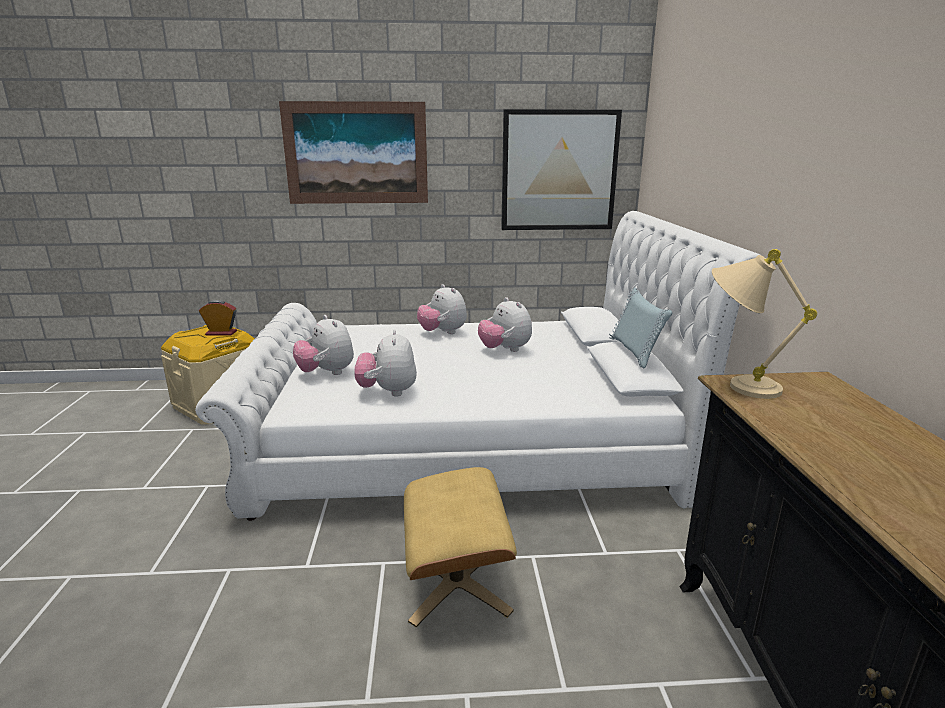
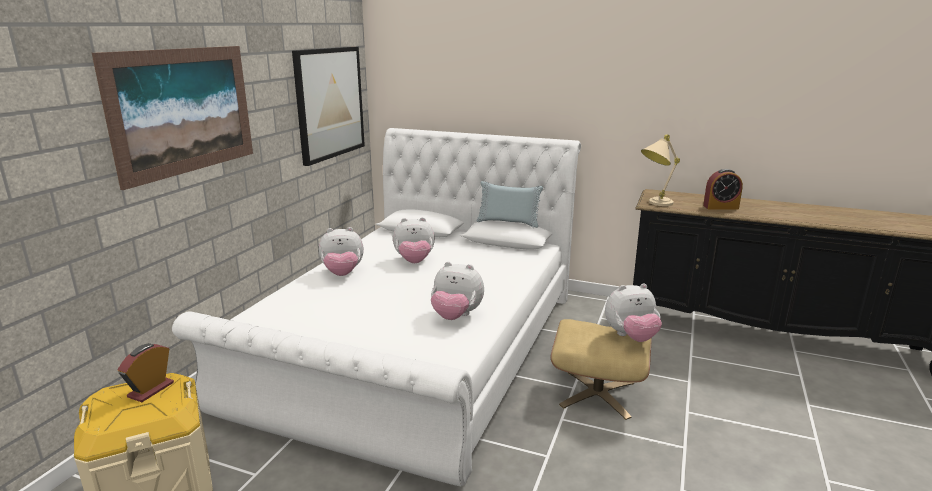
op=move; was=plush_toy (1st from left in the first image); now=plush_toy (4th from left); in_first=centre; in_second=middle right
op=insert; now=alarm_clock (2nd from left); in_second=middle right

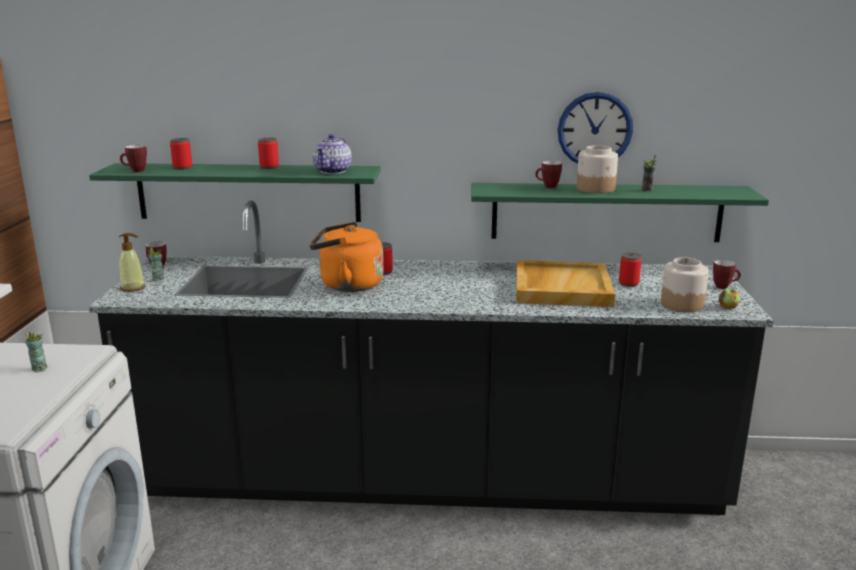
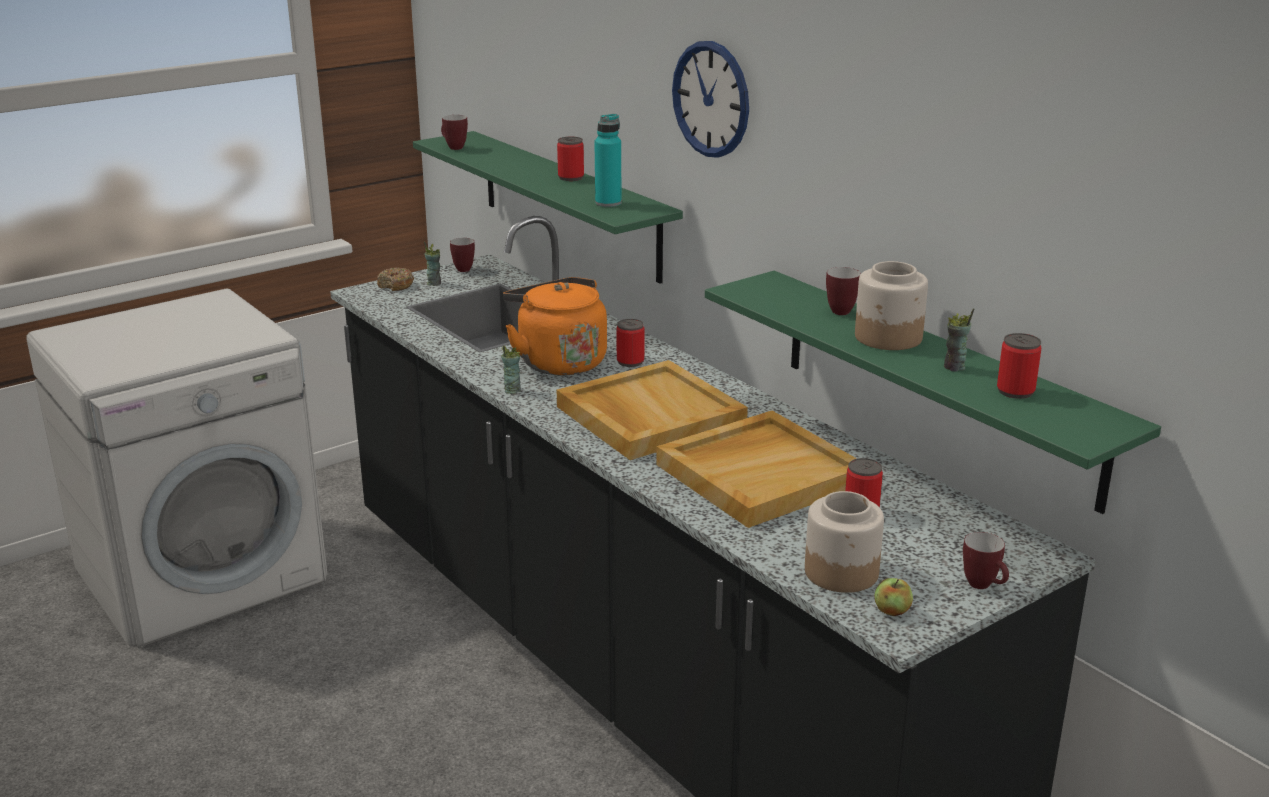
op=move; was=wall_clock; in_first=top right; in_second=top centre
op=replace; was=teapot; now=turquoise_bottle; in_first=top centre; in_second=top centre
op=move; was=can (1st from left in the first image); now=can (4th from left); in_first=top left; in_second=middle right
op=replace; was=soap_dispenser; now=donut; in_first=middle left; in_second=middle left
op=move; was=cup (1st from left in the first image); now=cup (2nd from left); in_first=middle left; in_second=centre
op=insert; now=beige_tray (1st from left); in_second=centre

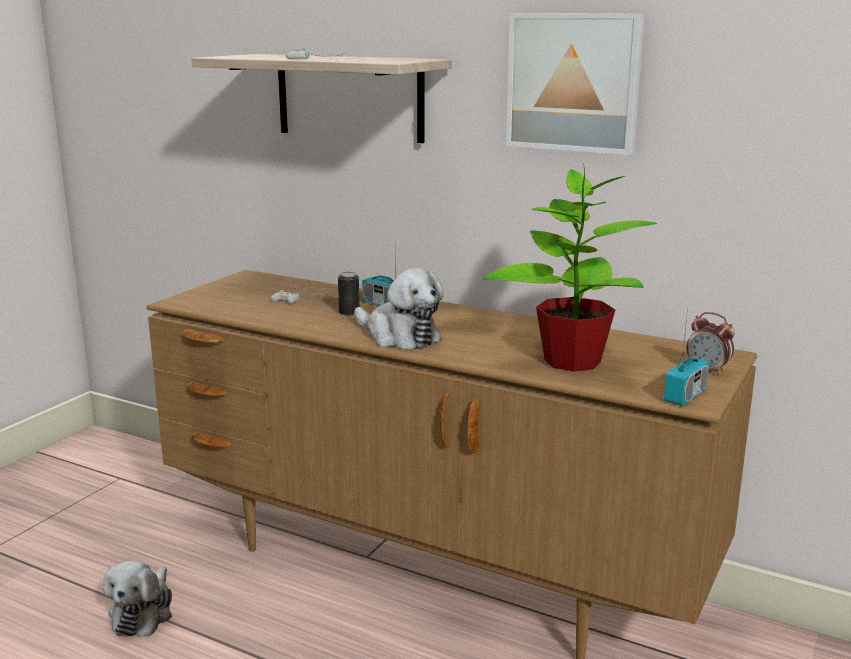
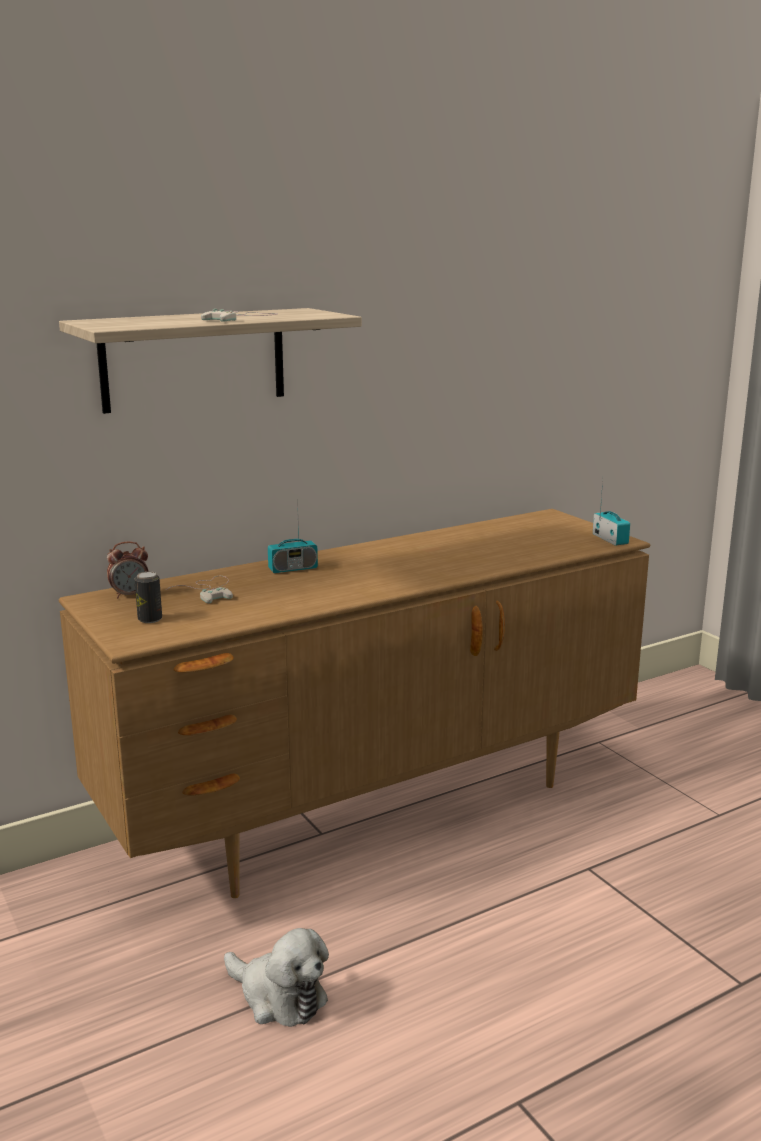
op=delete; was=picture; in_first=top right
op=delete; was=potted_plant; in_first=middle right
op=delete; was=plush_toy (2nd from left); in_first=centre
op=move; was=can; in_first=centre; in_second=middle left
op=move; was=alarm_clock; in_first=middle right; in_second=middle left

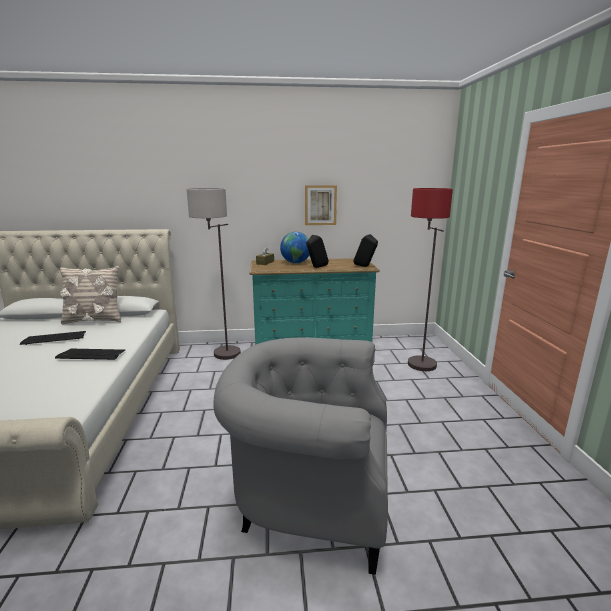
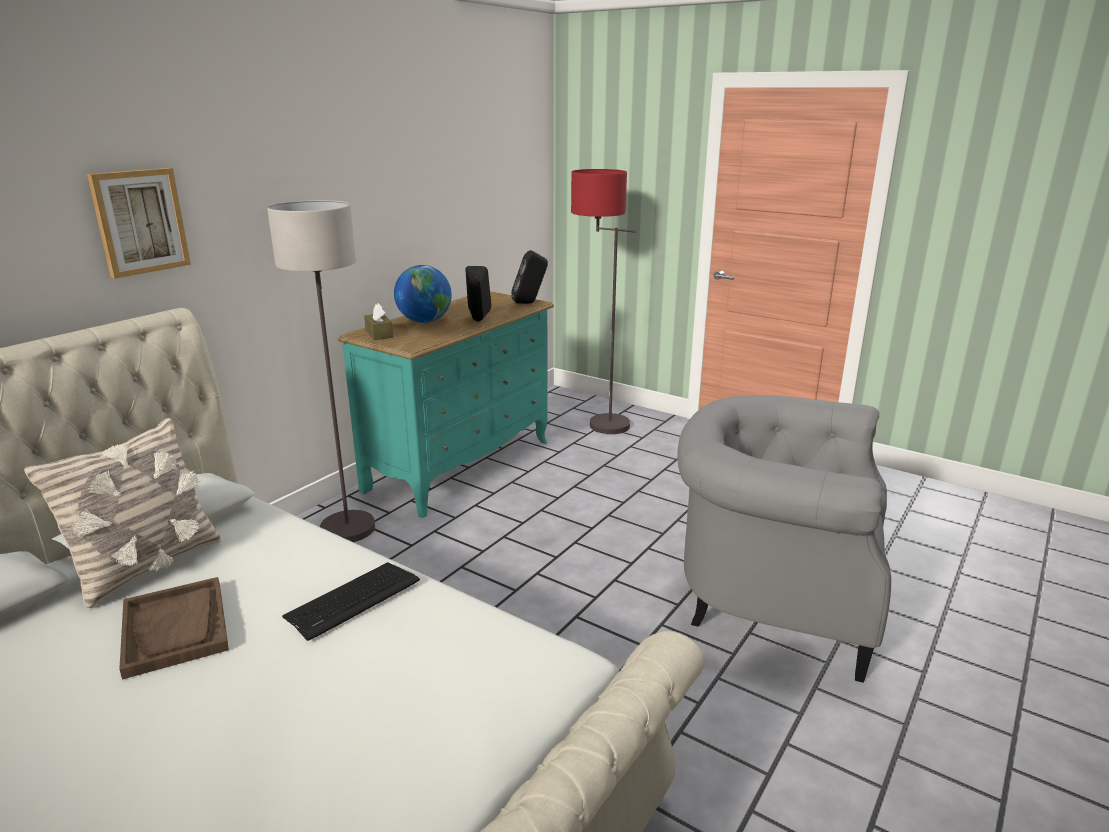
op=move; was=picture; in_first=centre; in_second=top left
op=replace; was=keyboard (1st from left); now=brown_tray; in_first=middle left; in_second=bottom left
op=rotate; was=grey_armchair; in_first=bottom centre; in_second=middle right; clockwise=60

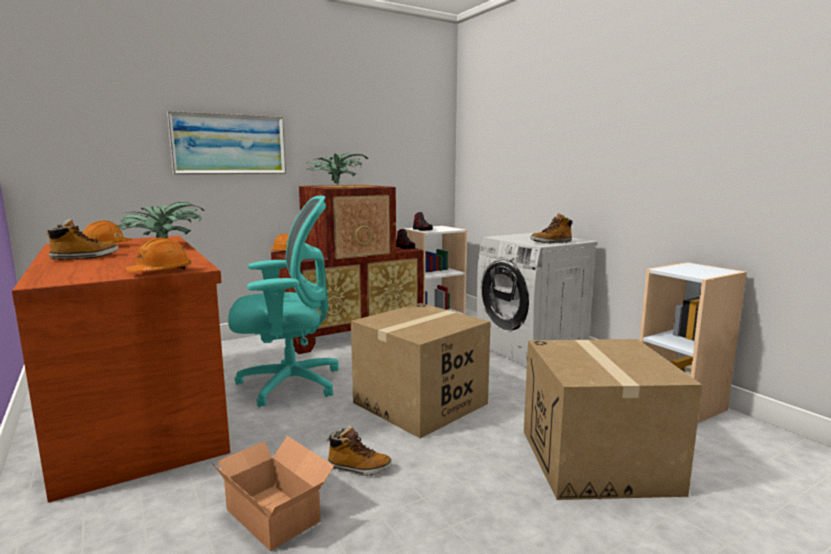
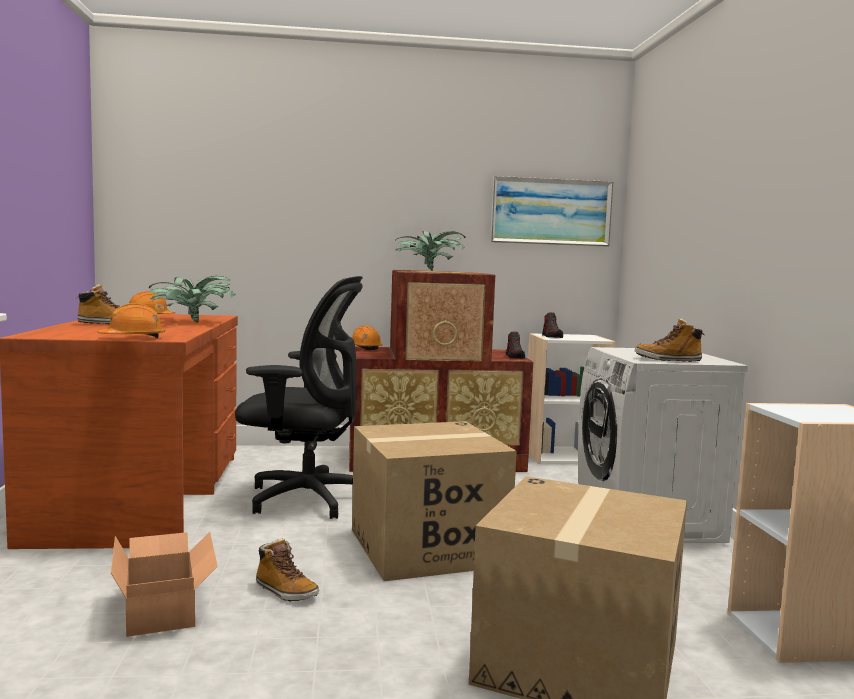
op=move; was=picture; in_first=top left; in_second=top centre
op=recolor; was=turquoise_office_chair; now=black_office_chair; in_first=centre; in_second=centre

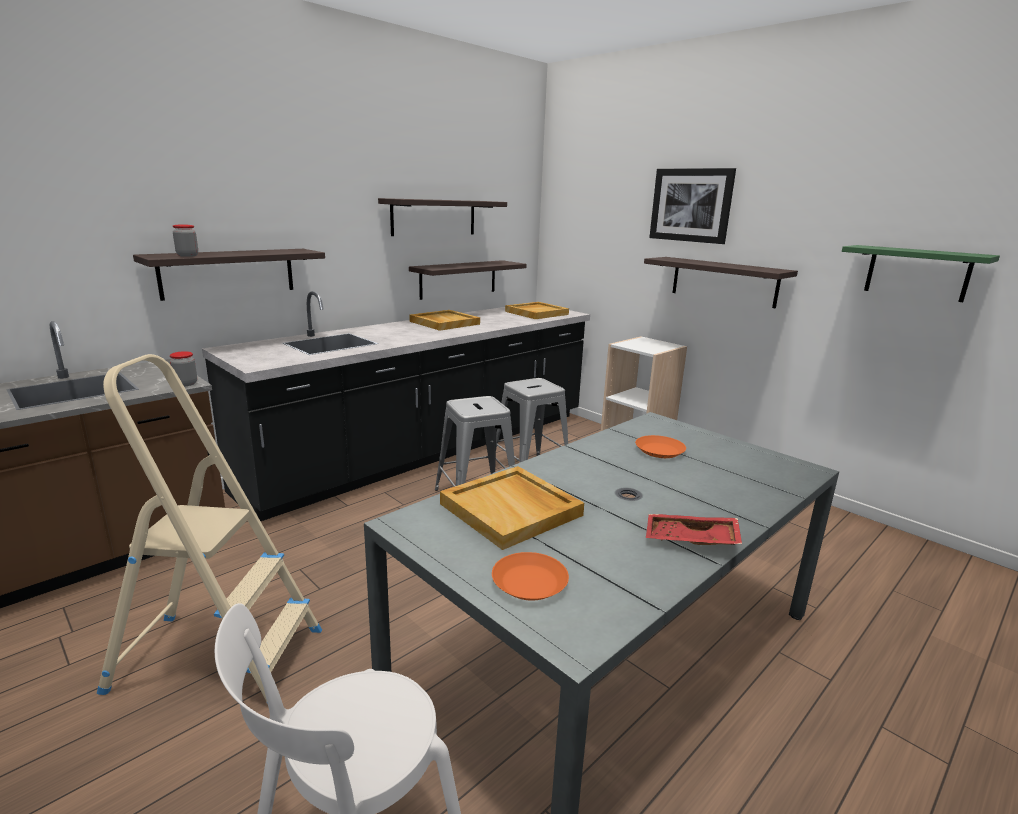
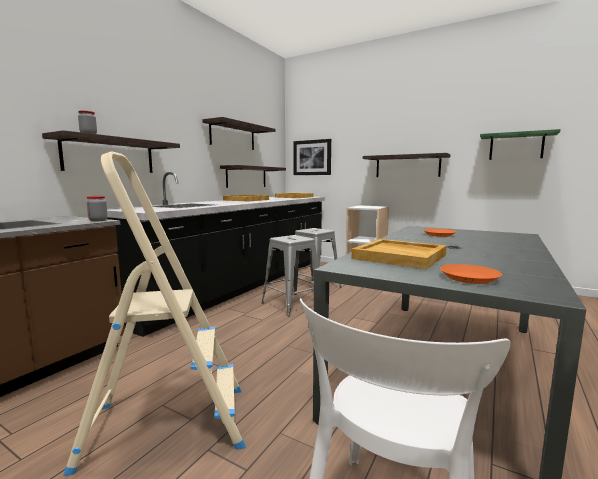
op=move; was=picture; in_first=top right; in_second=top centre
op=delete; was=red_tray; in_first=middle right

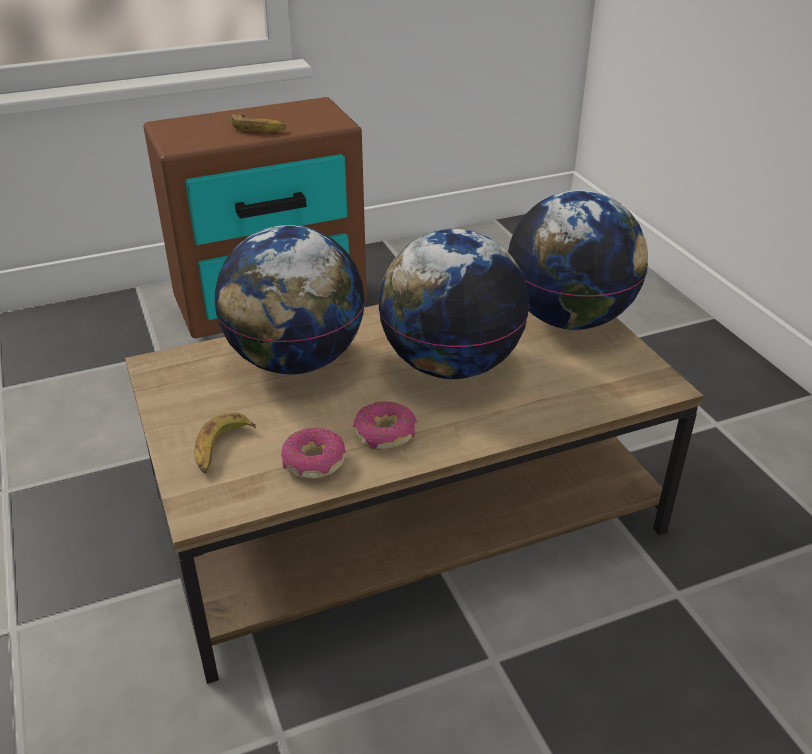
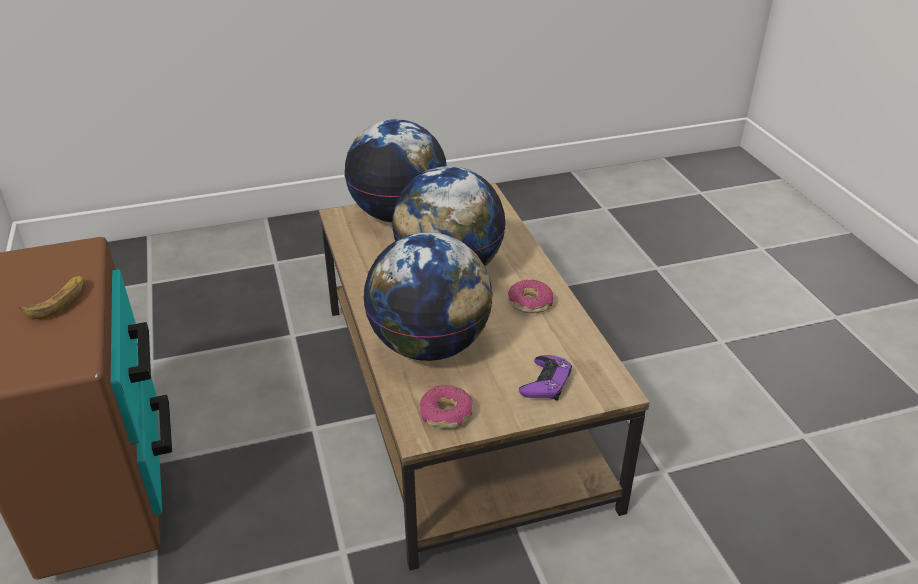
op=replace; was=banana (1st from left); now=purple_game_controller; in_first=middle left; in_second=centre
op=move; was=donut (1st from left); in_first=centre; in_second=bottom centre

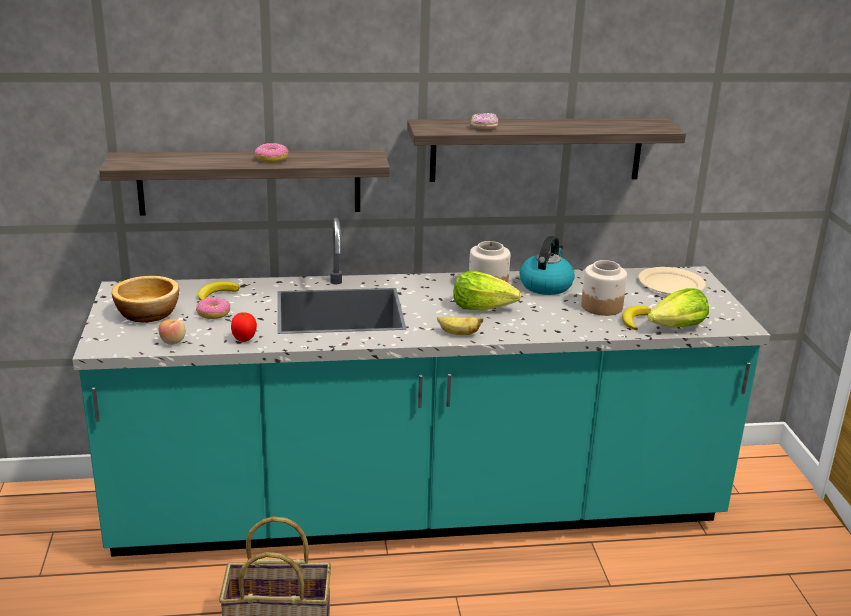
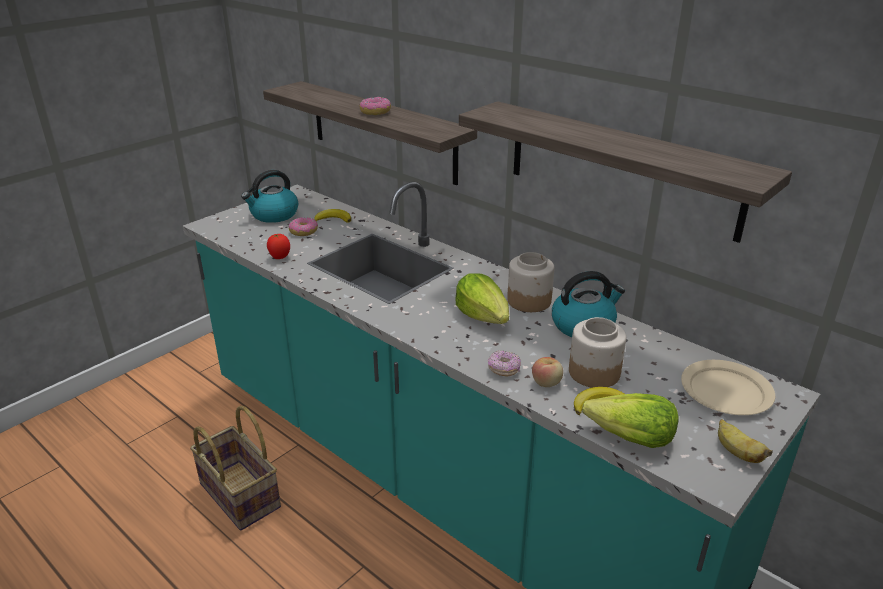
op=move; was=donut (3rd from left); in_first=top centre; in_second=centre
op=replace; was=bowl; now=kettle (1st from left); in_first=middle left; in_second=top left
op=move; was=banana (2nd from left in the first image); now=banana (3rd from left); in_first=centre; in_second=bottom right
op=move; was=apple; in_first=middle left; in_second=centre

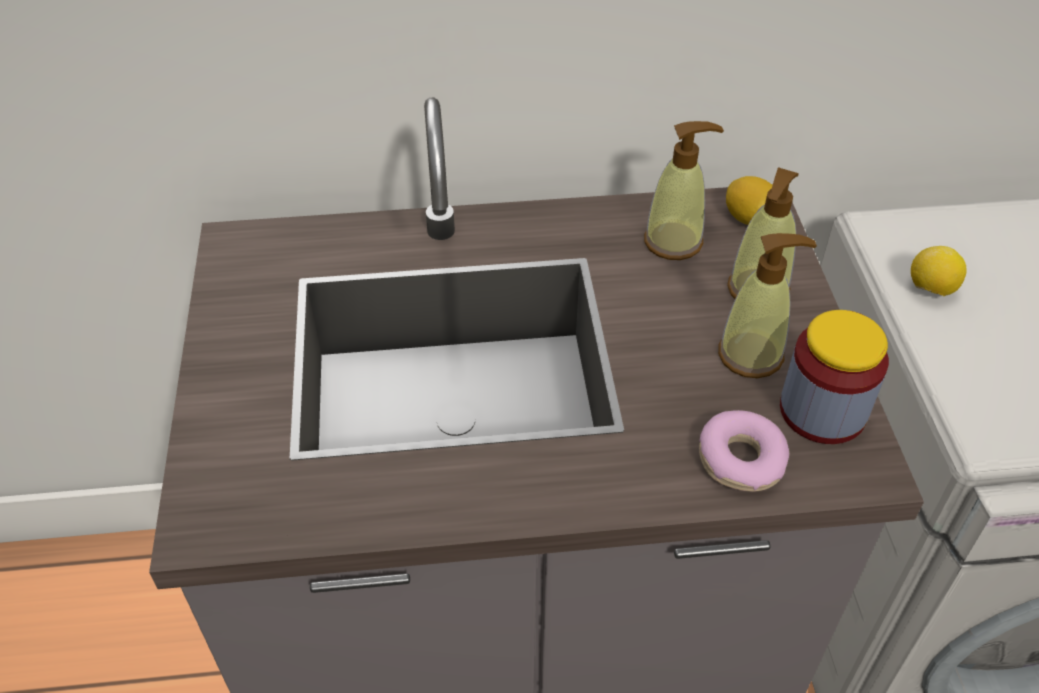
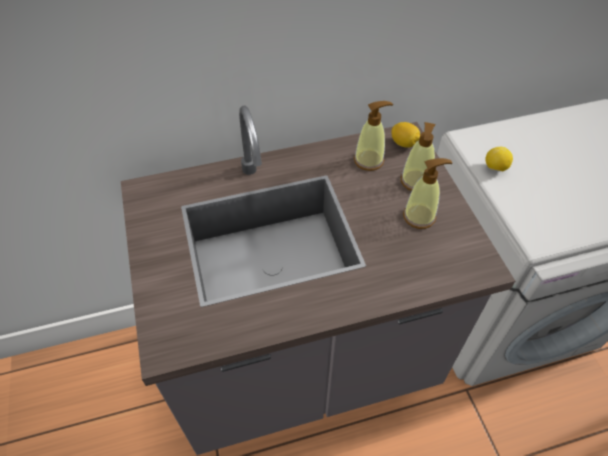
op=delete; was=jar; in_first=middle right
op=delete; was=donut; in_first=middle right

